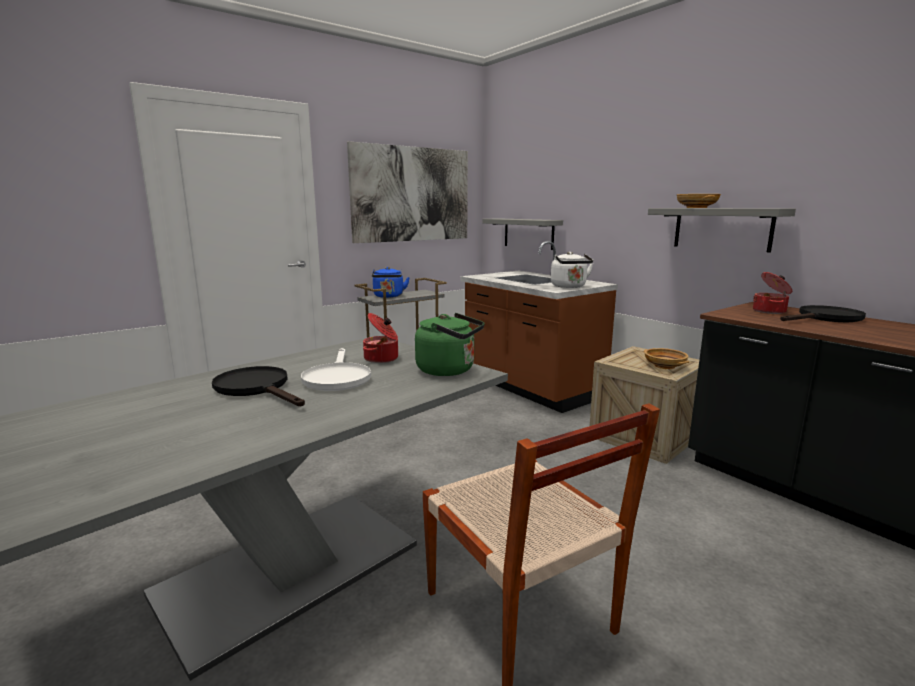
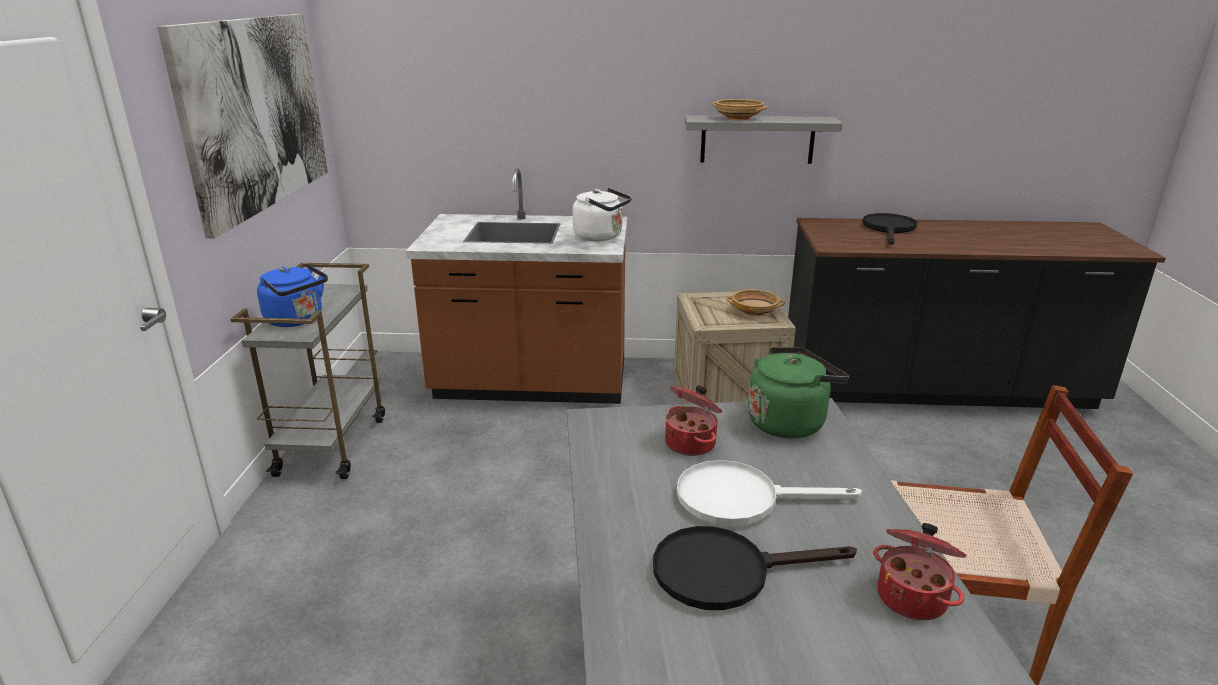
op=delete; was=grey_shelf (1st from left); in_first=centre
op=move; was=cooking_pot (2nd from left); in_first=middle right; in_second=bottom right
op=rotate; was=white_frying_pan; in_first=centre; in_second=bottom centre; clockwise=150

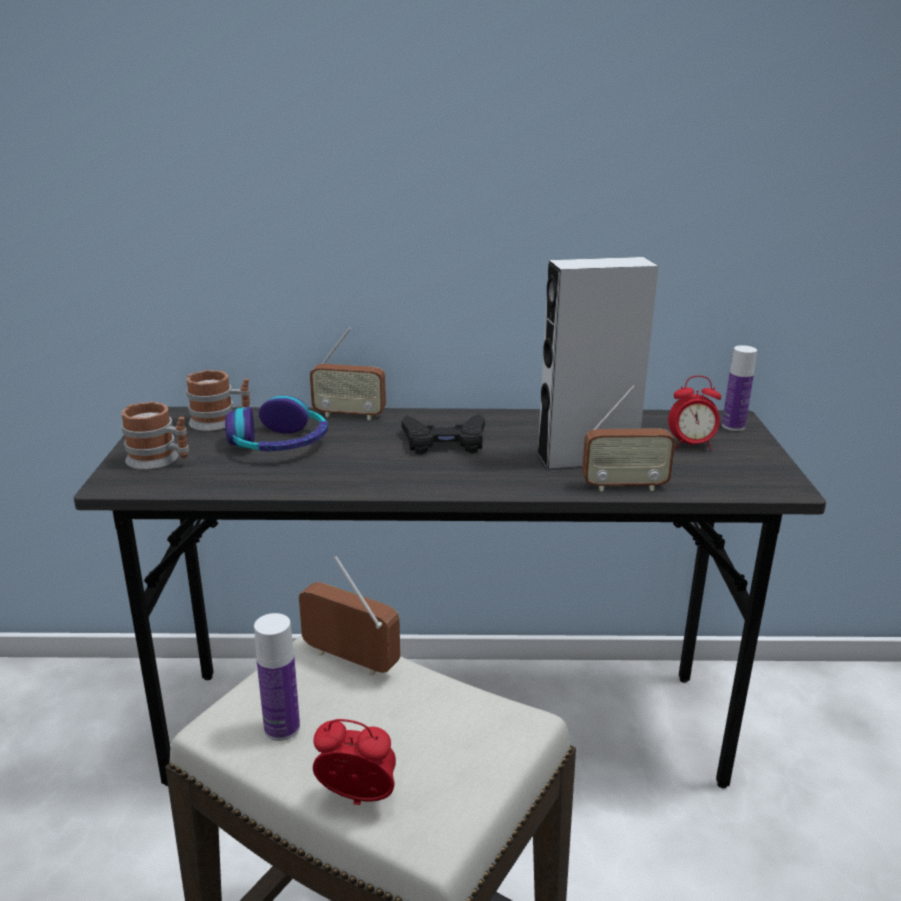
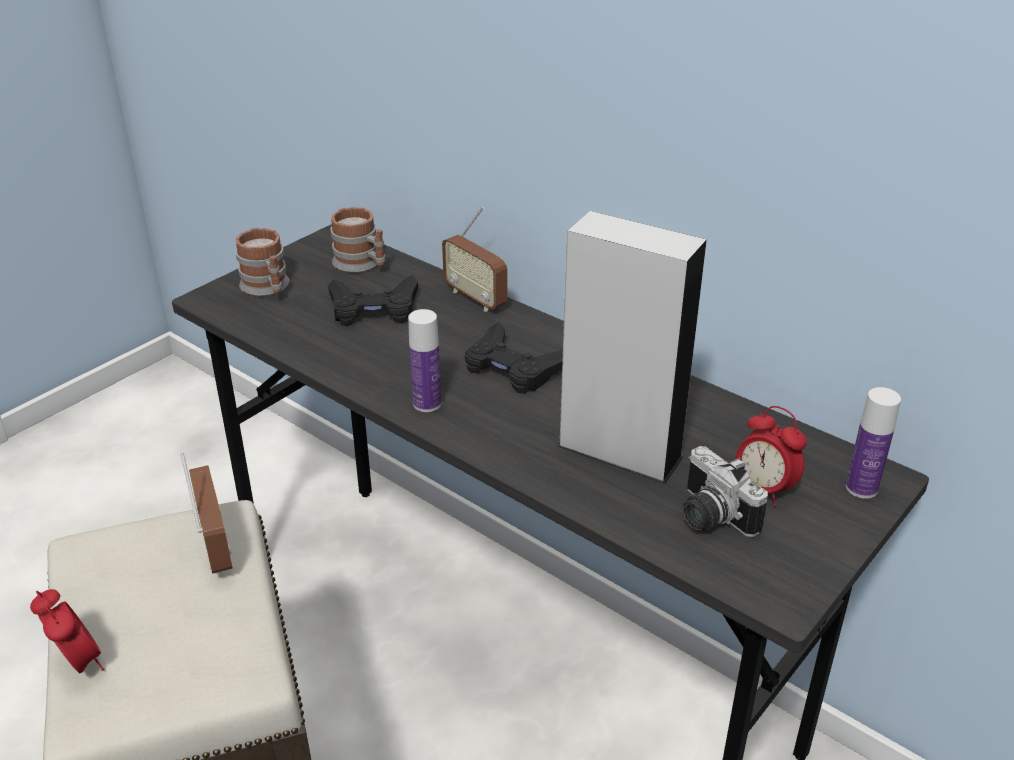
op=delete; was=radio (3rd from left); in_first=middle right
op=replace; was=headphones; now=black_game_controller (1st from left); in_first=middle left; in_second=centre
op=move; was=bottle (1st from left); in_first=bottom left; in_second=centre
op=insert; now=photo_camera; in_second=middle right

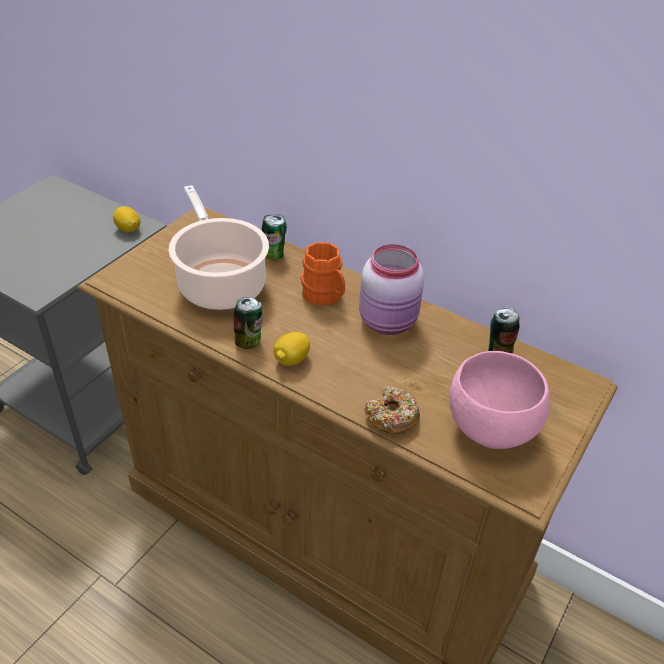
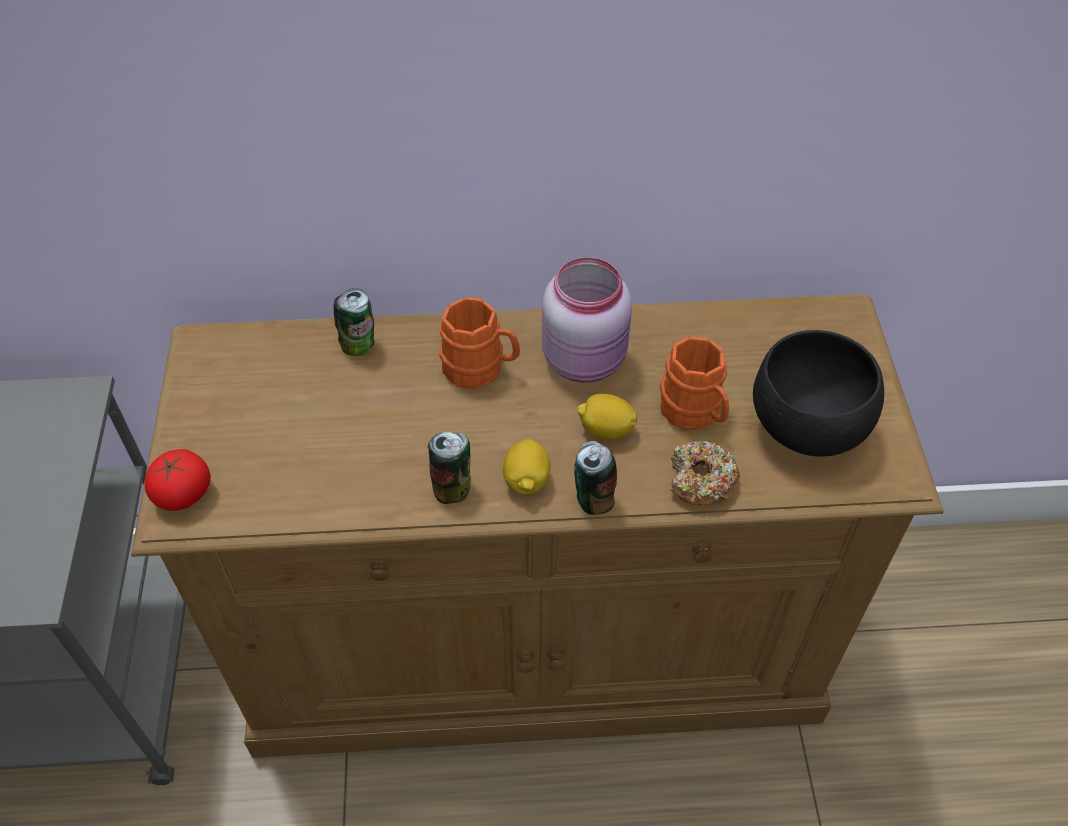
op=delete; was=cooking_pot; in_first=middle left
op=move; was=lemon (1st from left in the first image); now=lemon (2nd from left); in_first=top left; in_second=centre
op=move; was=can (3rd from left); in_first=middle right; in_second=centre
op=recolor; was=pink_bowl; now=black_bowl; in_first=middle right; in_second=middle right
op=insert; now=orange_mug (2nd from left); in_second=centre
op=insert; now=tomato; in_second=middle left

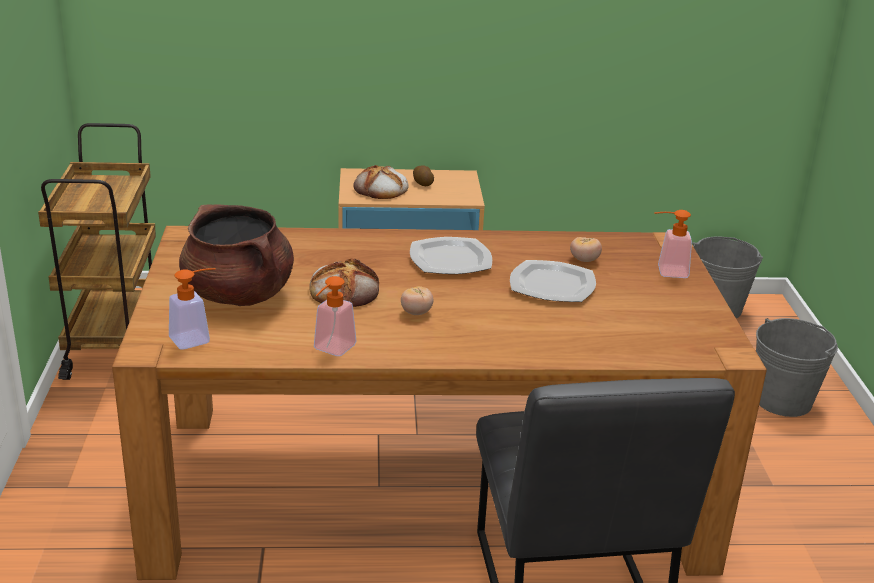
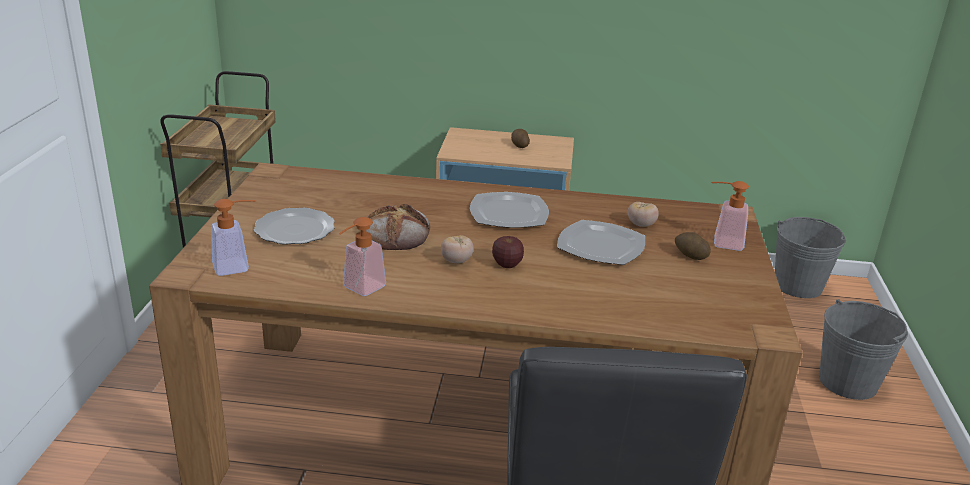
op=delete; was=bread (2nd from left); in_first=top centre
op=replace; was=brown_cooking_pot; now=plate (1st from left); in_first=middle left; in_second=middle left
op=insert; now=potato (2nd from left); in_second=middle right
op=insert; now=apple; in_second=centre

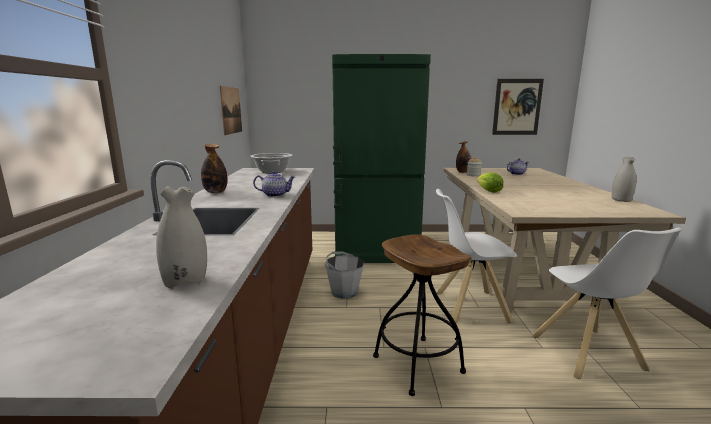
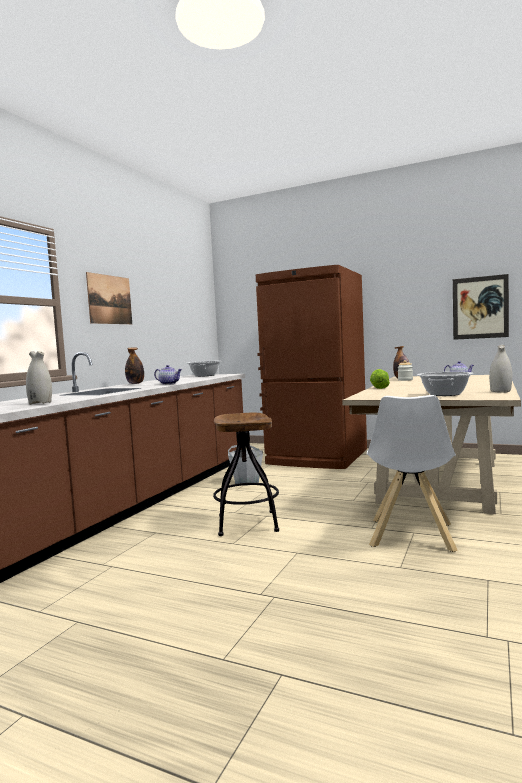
op=recolor; was=green_fridge; now=brown_fridge; in_first=centre; in_second=centre
op=move; was=picture (1st from left); in_first=top left; in_second=middle left
op=delete; was=white_chair (1st from left); in_first=middle right
op=insert; now=cooking_pot (2nd from left); in_second=middle right

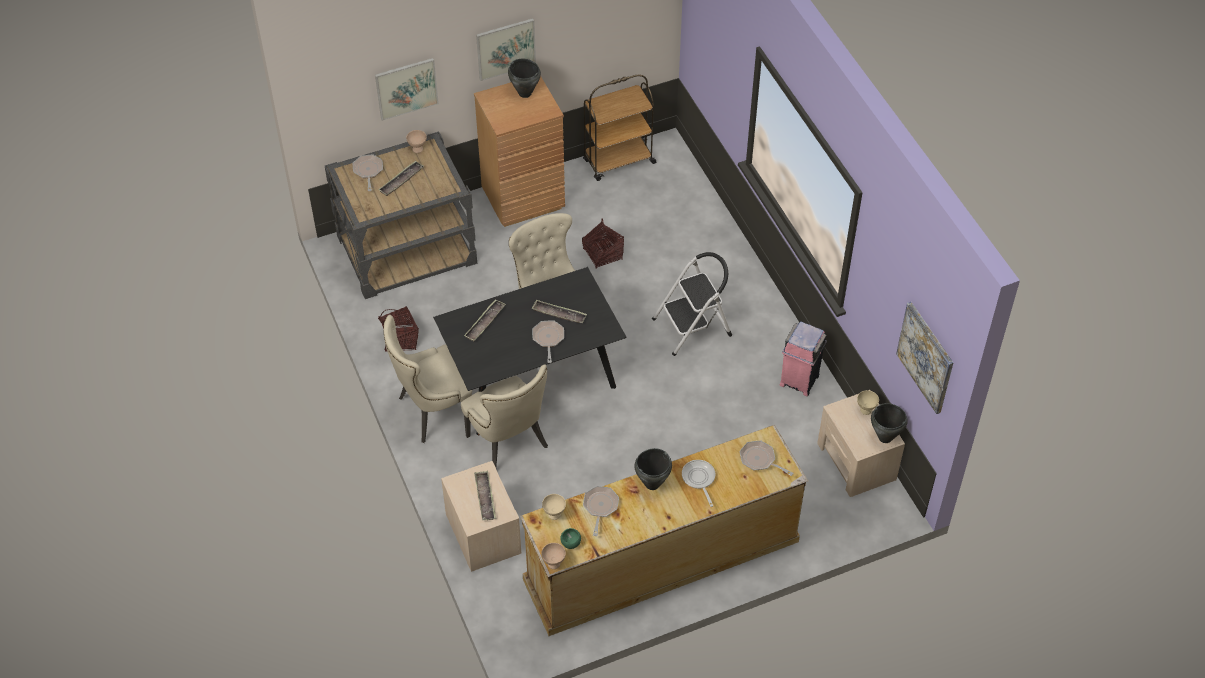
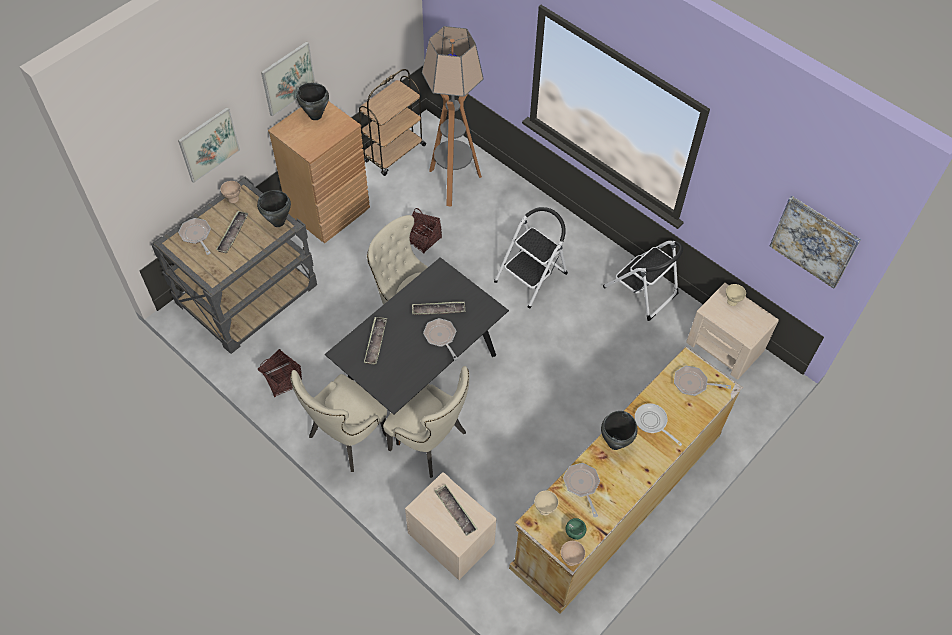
op=replace; was=pink_trash_can; now=step_ladder (2nd from left); in_first=centre; in_second=middle right
op=move; was=black_cooking_pot (3rd from left in the first image); now=black_cooking_pot (1st from left); in_first=middle right; in_second=top left
op=insert; now=floor_lamp; in_second=top centre

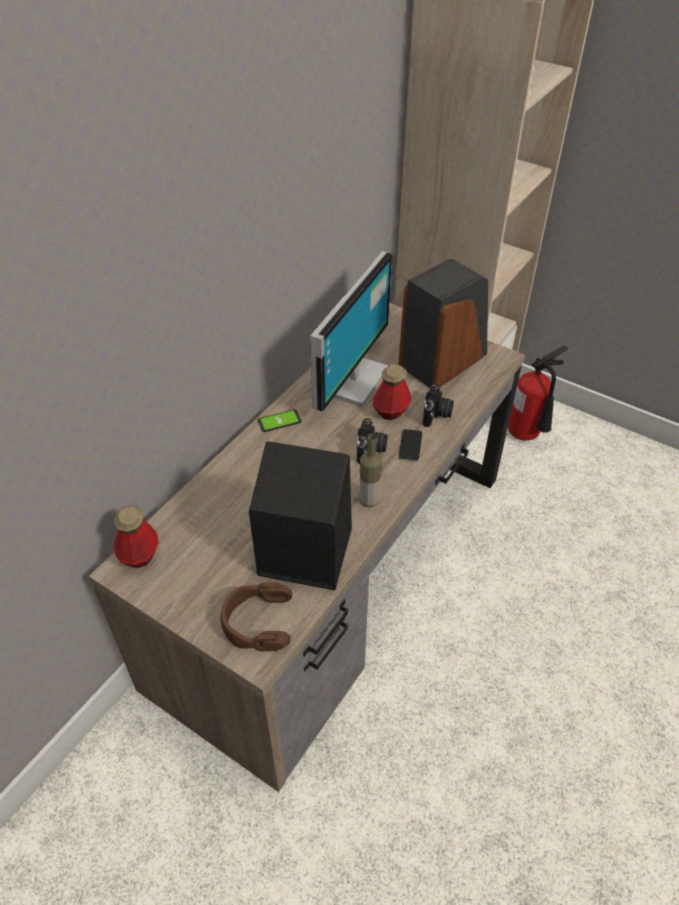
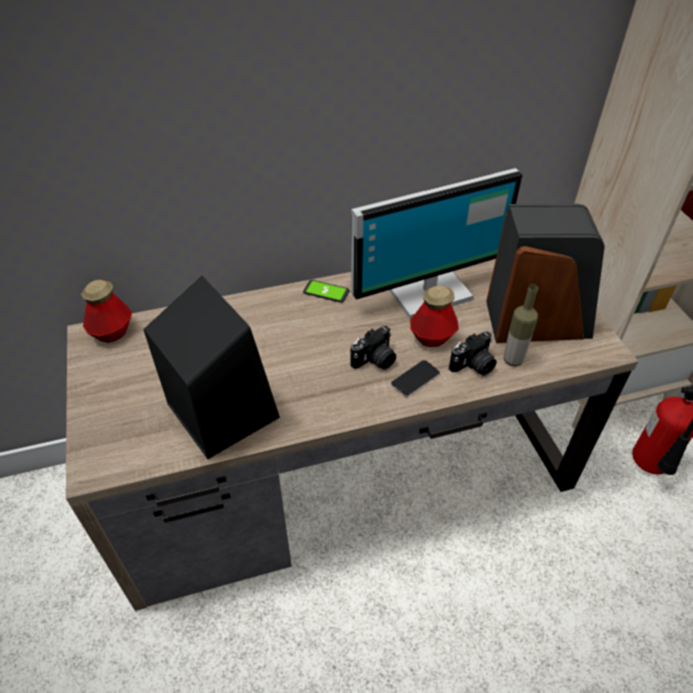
op=move; was=bottle (2nd from left in the first image); now=bottle (3rd from left); in_first=centre; in_second=middle right
op=delete; was=brown_headphones; in_first=bottom centre

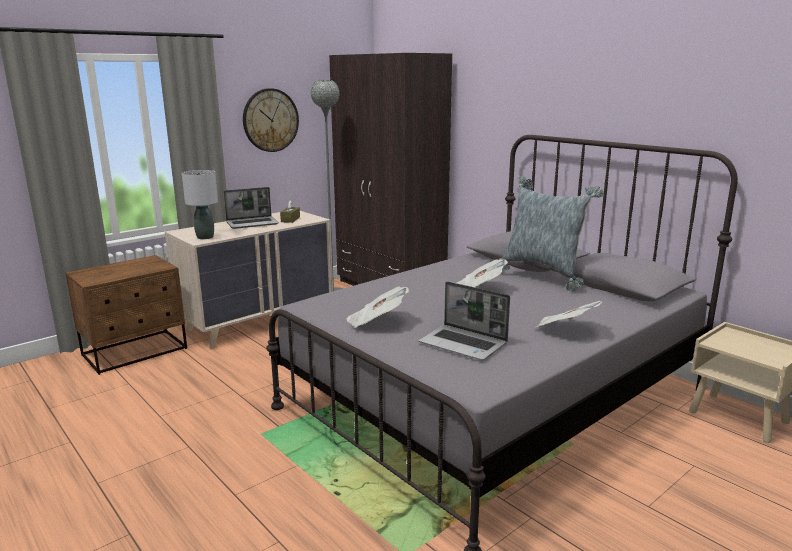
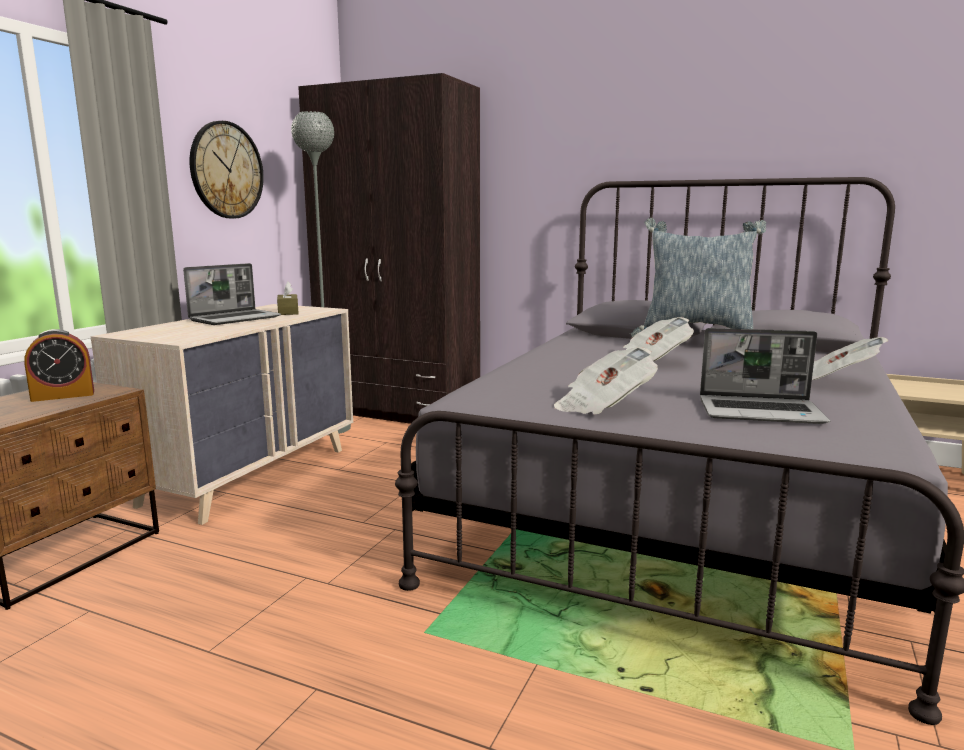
op=delete; was=grey_table_lamp; in_first=middle left
op=insert; now=alarm_clock; in_second=middle left

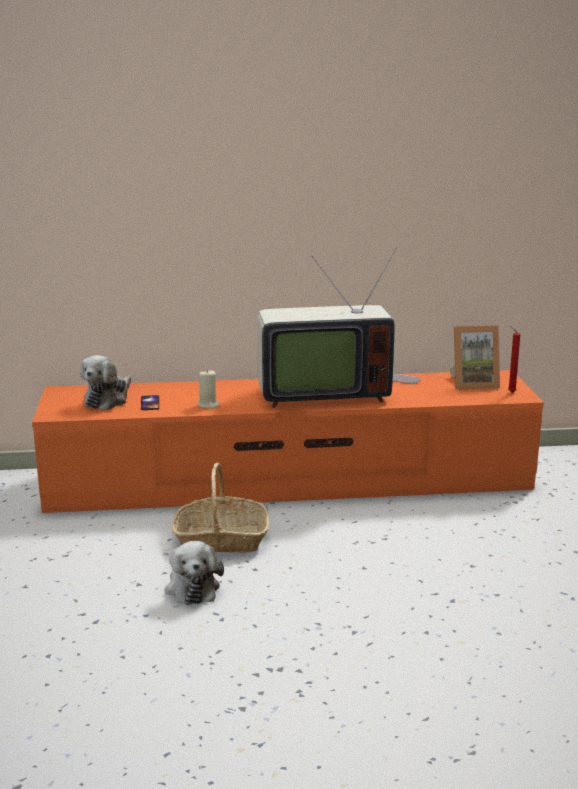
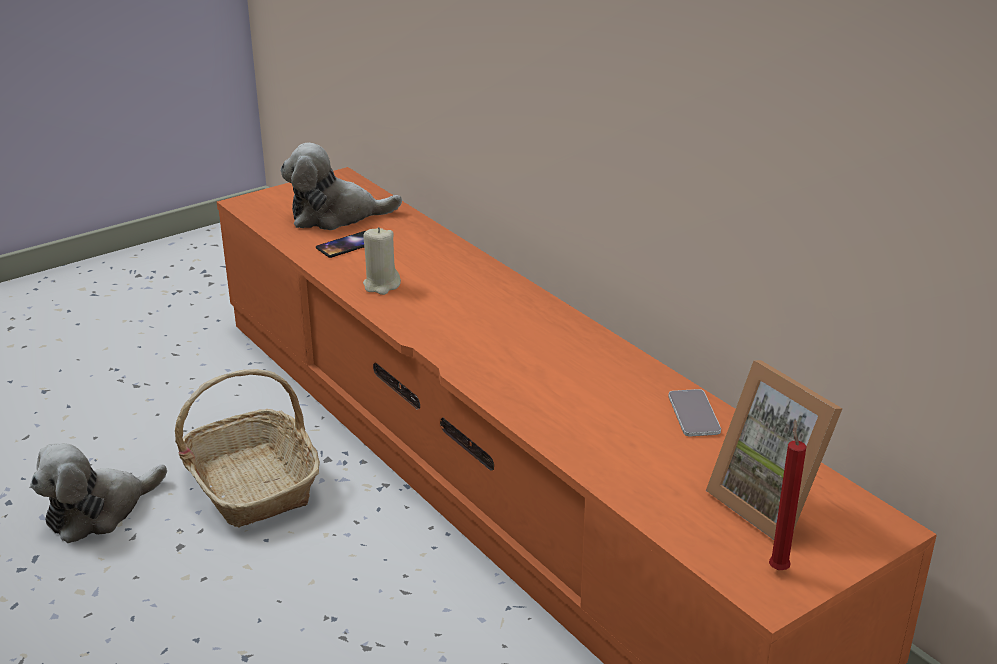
op=delete; was=television; in_first=centre

